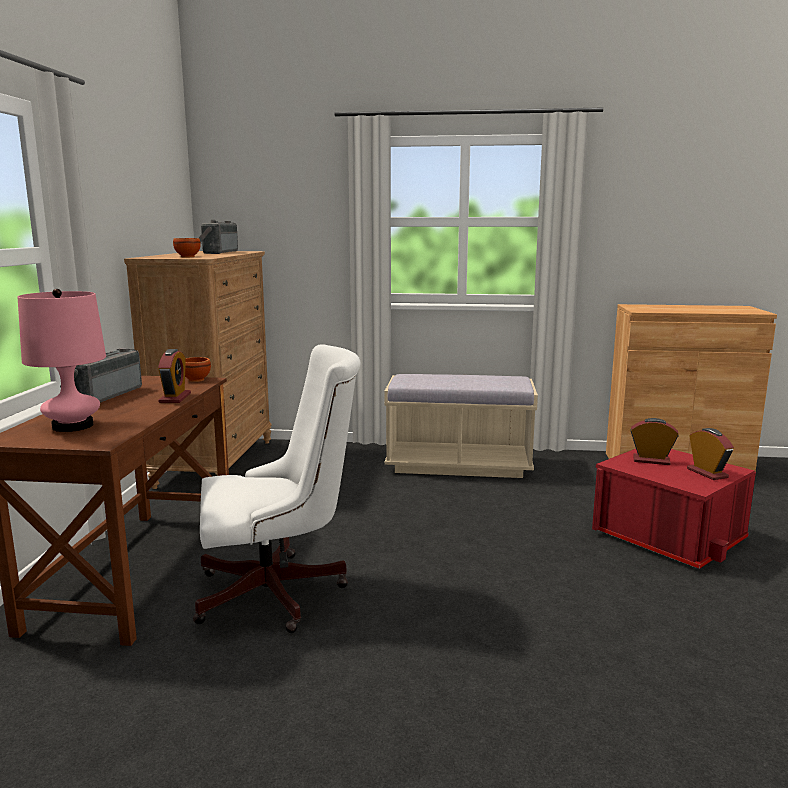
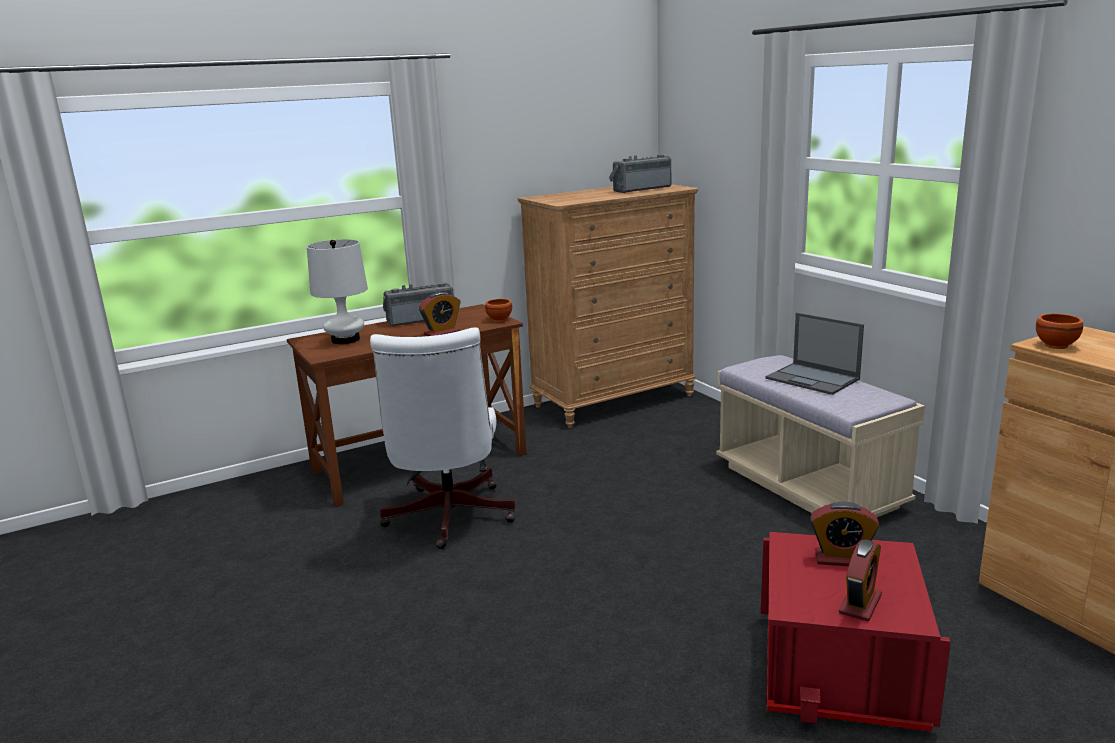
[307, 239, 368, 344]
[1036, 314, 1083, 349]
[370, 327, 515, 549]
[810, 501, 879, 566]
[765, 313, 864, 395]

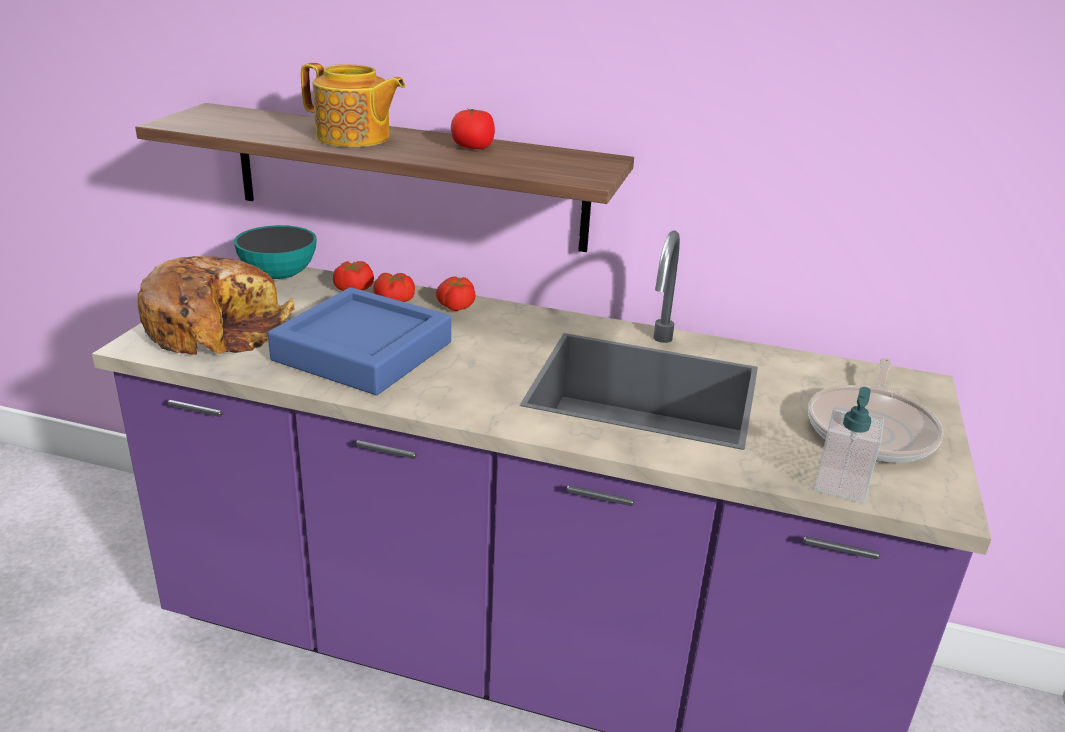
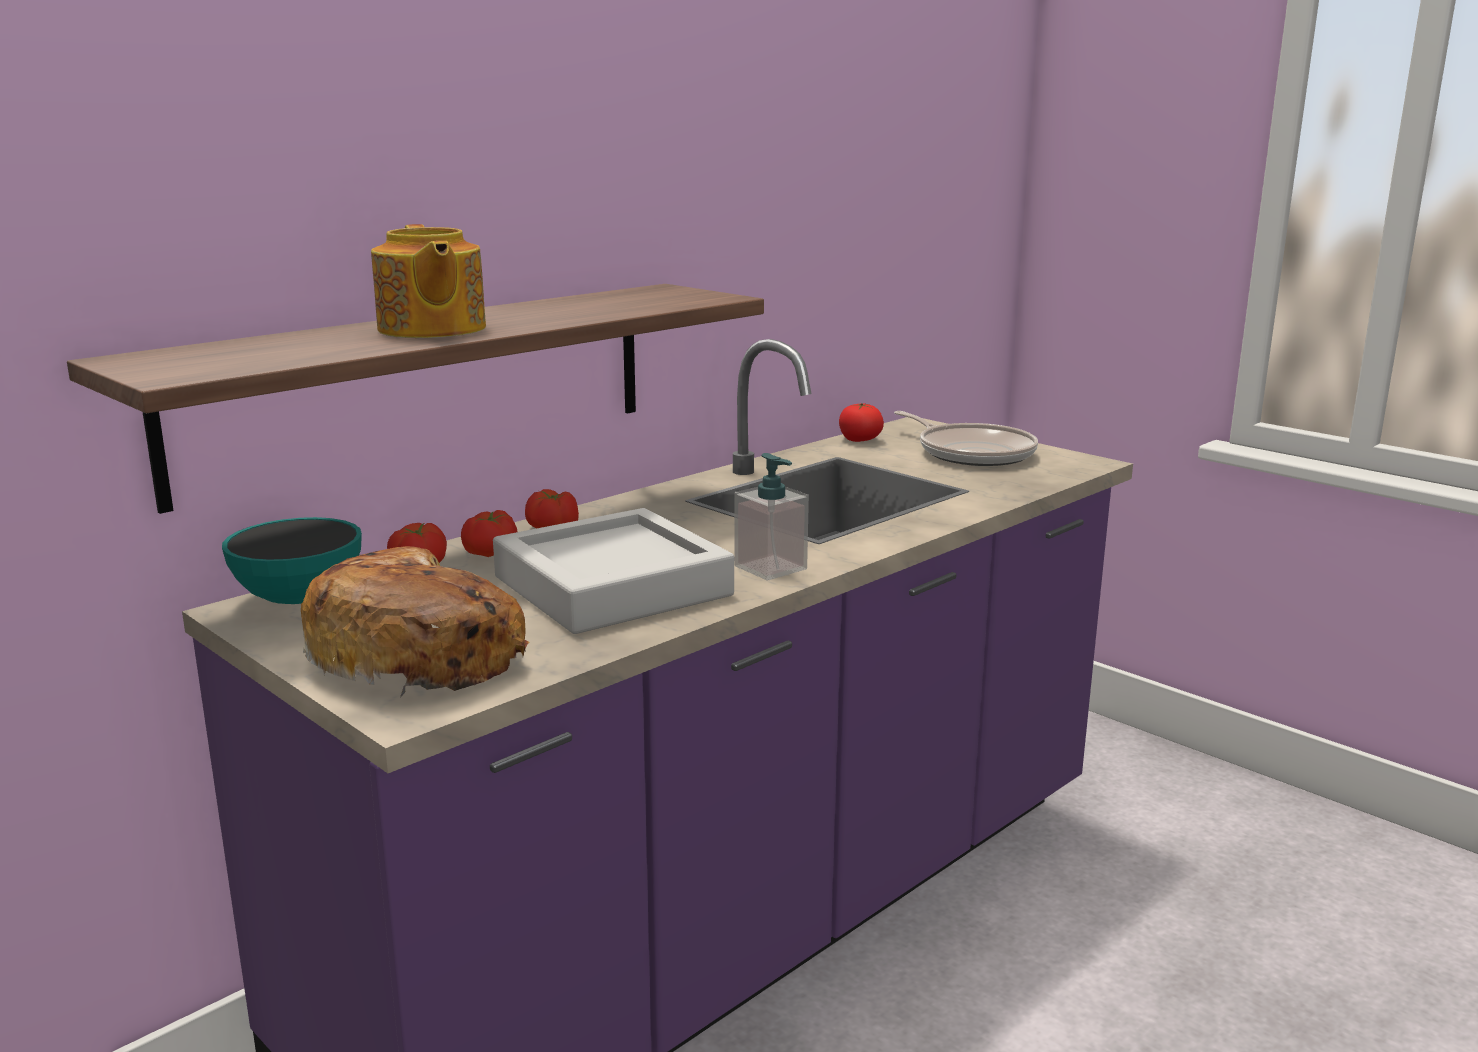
[493, 508, 734, 634]
[371, 224, 486, 338]
[839, 403, 884, 442]
[734, 453, 809, 581]

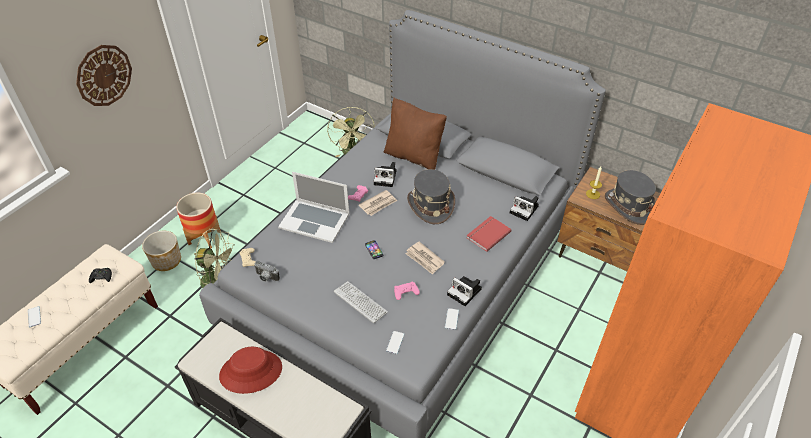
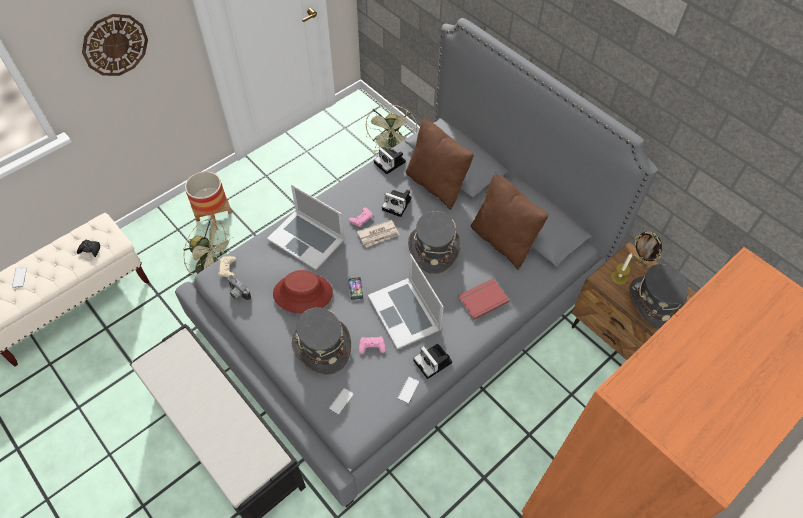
[142, 231, 181, 271] (first image)
[273, 270, 333, 313]
[292, 308, 351, 375]
[368, 254, 444, 349]
[374, 148, 406, 174]
[471, 172, 549, 270]
[633, 231, 662, 267]

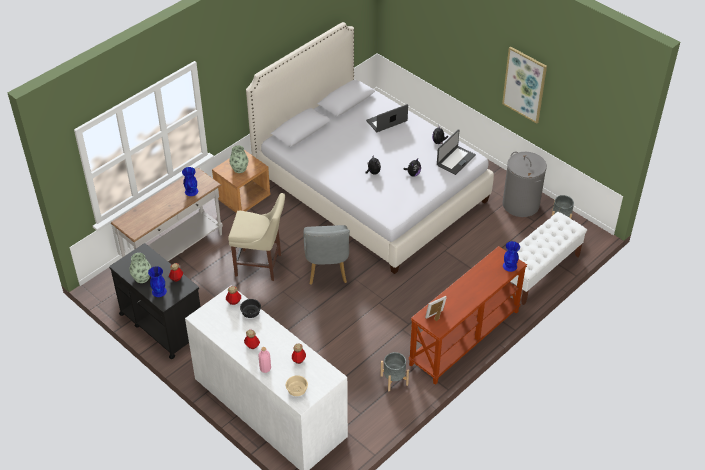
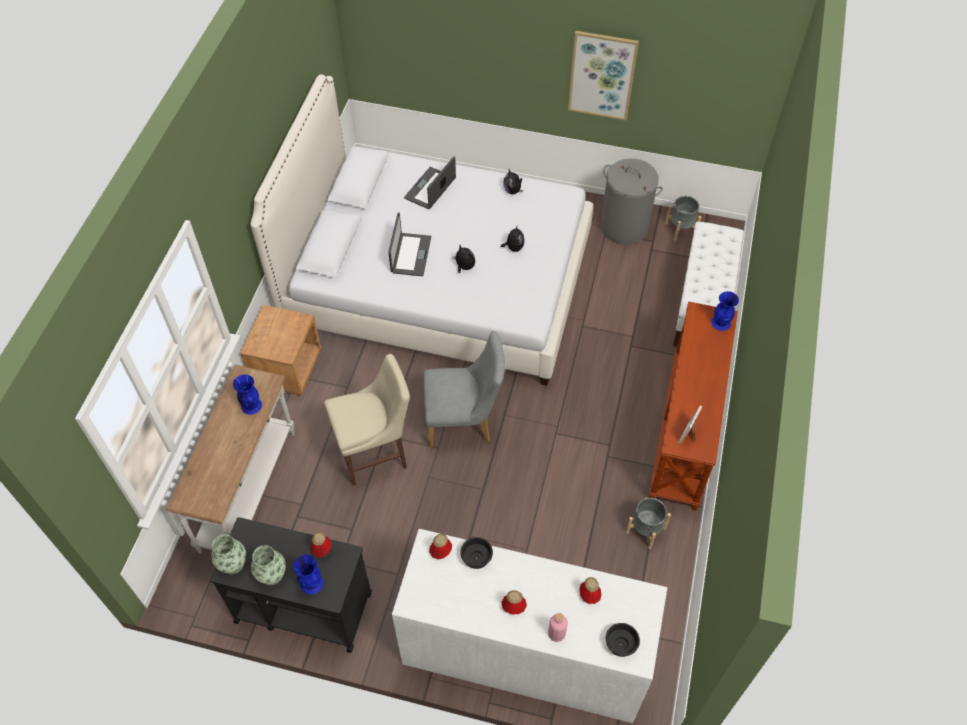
[211, 534, 246, 574]
[606, 623, 640, 657]
[423, 331, 505, 447]
[388, 212, 431, 276]

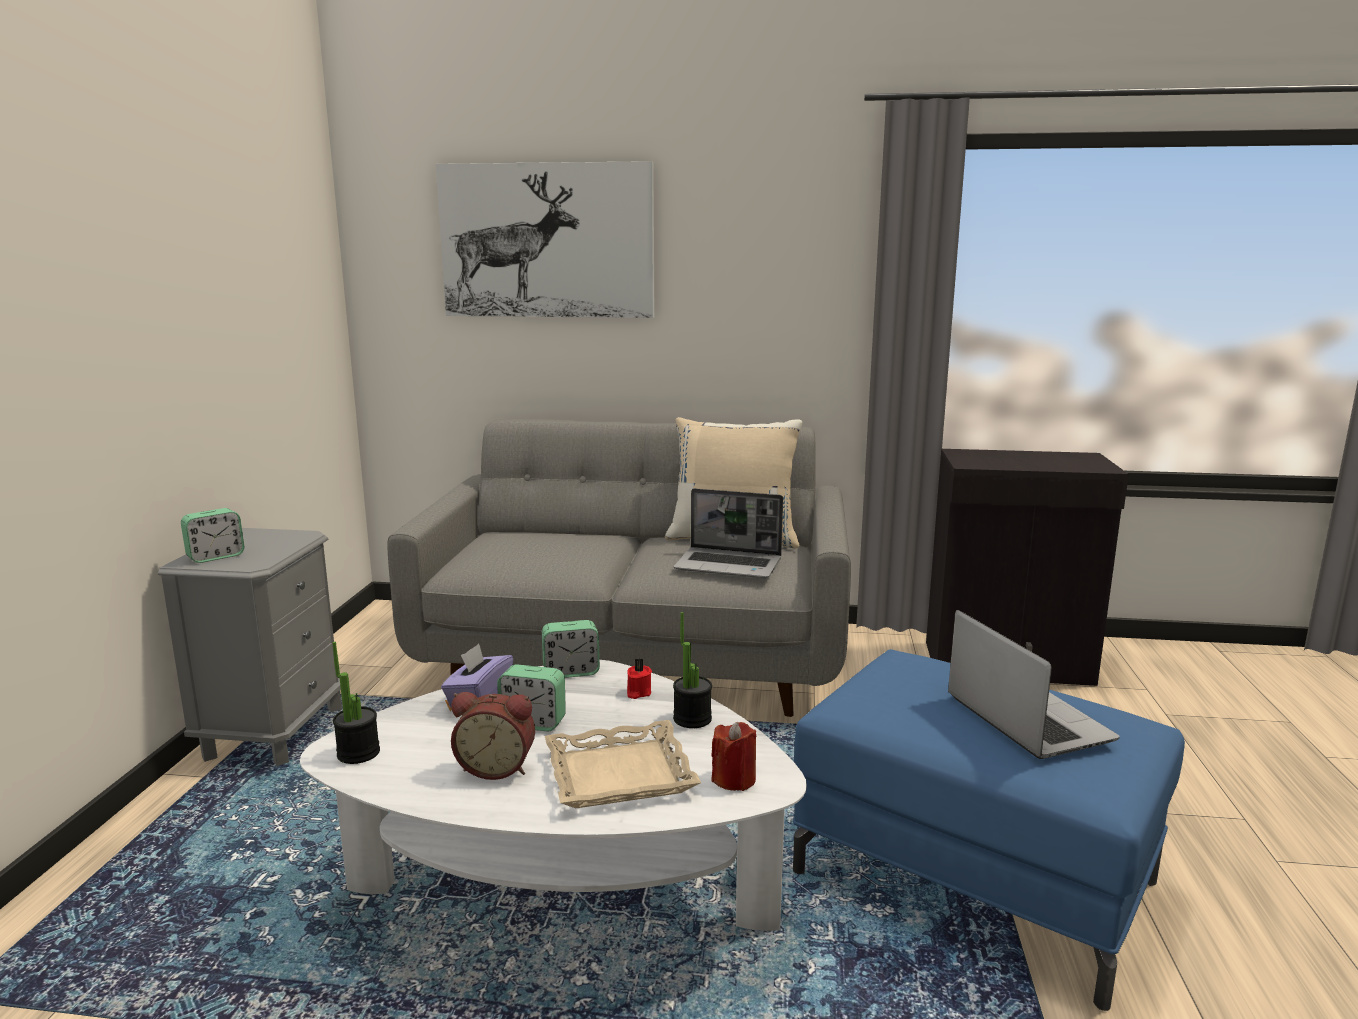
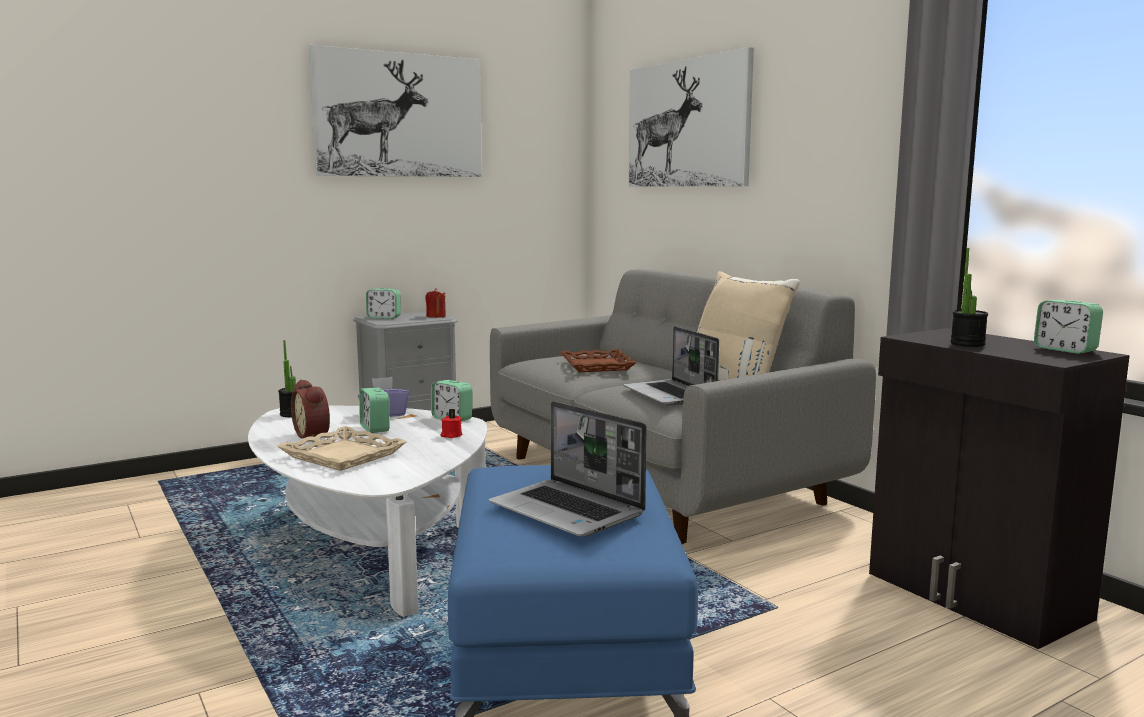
[950, 248, 988, 347]
[425, 288, 446, 318]
[489, 401, 647, 537]
[309, 45, 482, 177]
[560, 349, 637, 372]
[1034, 300, 1103, 354]

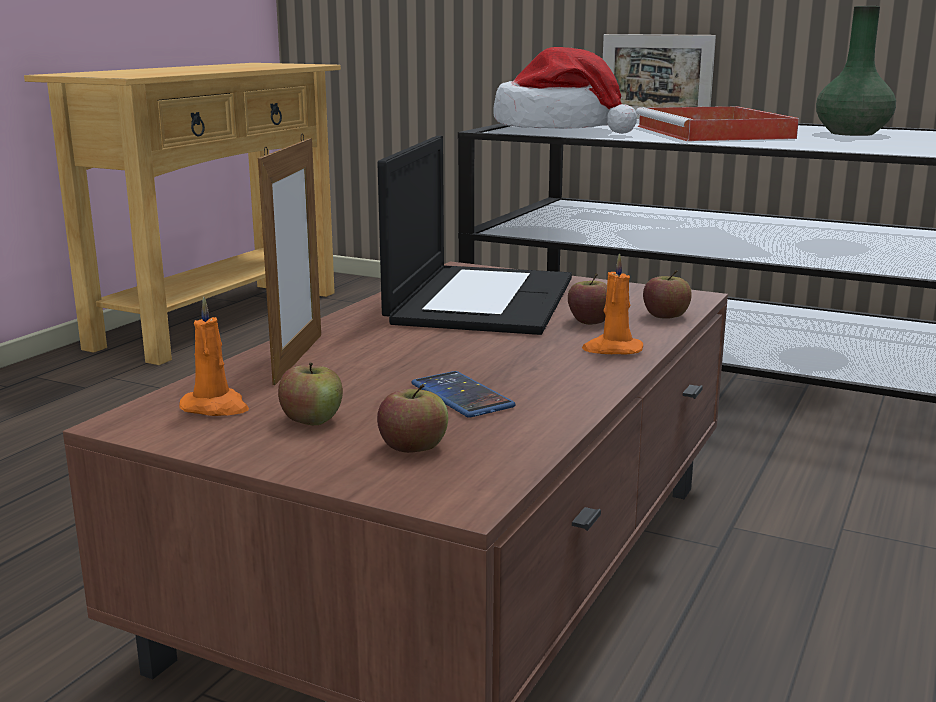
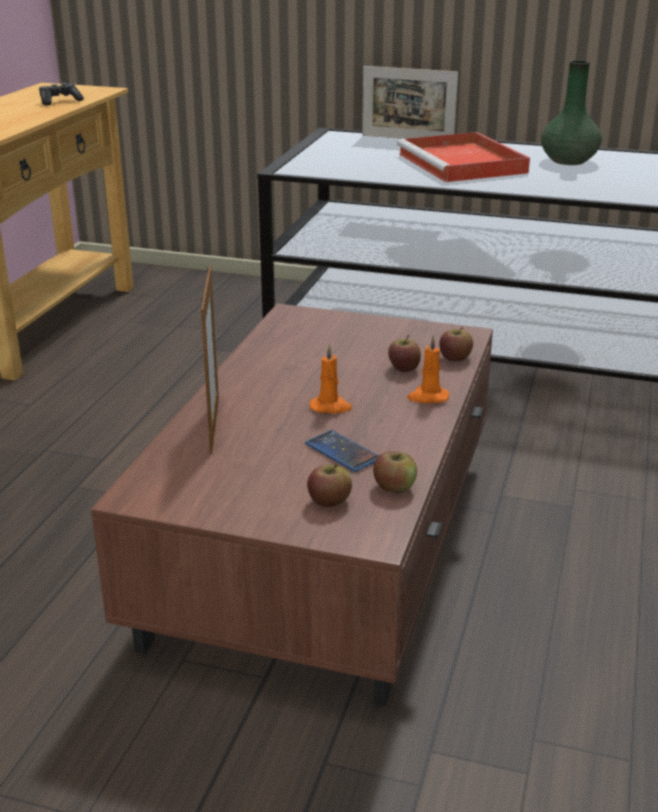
[310, 344, 352, 414]
[373, 451, 417, 493]
[377, 136, 572, 335] (first image)
[493, 47, 637, 134] (first image)
[39, 83, 84, 105]

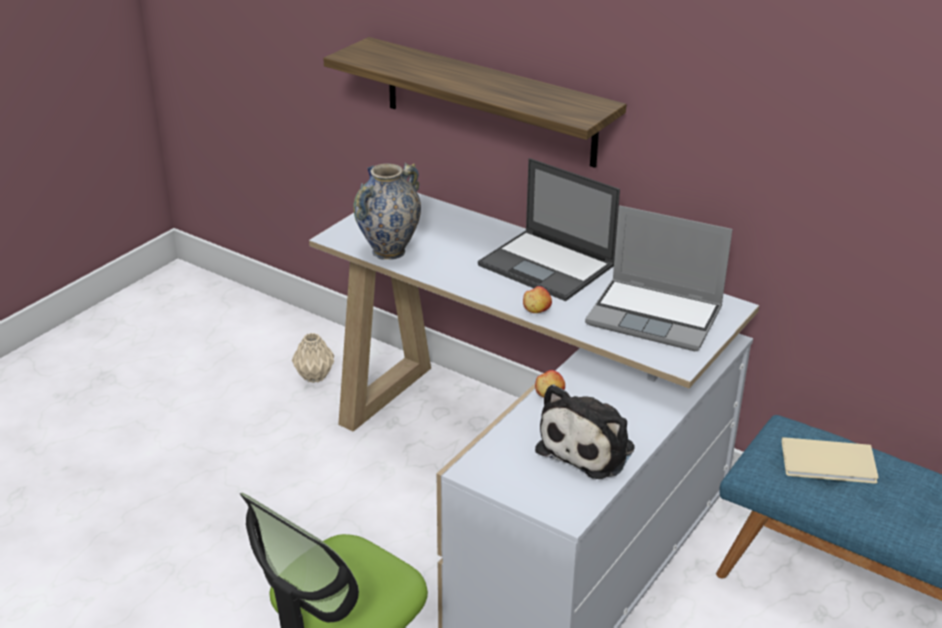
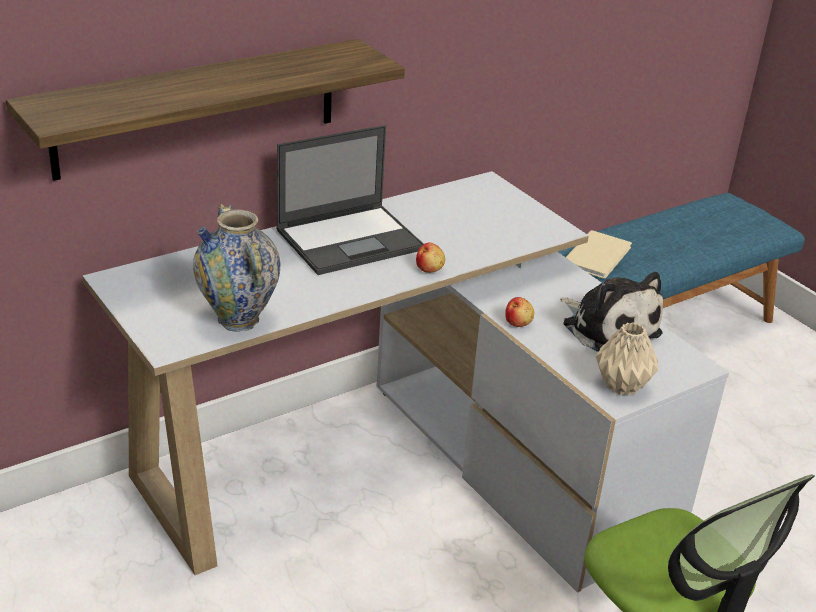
[596, 322, 658, 396]
[585, 205, 733, 351] (first image)

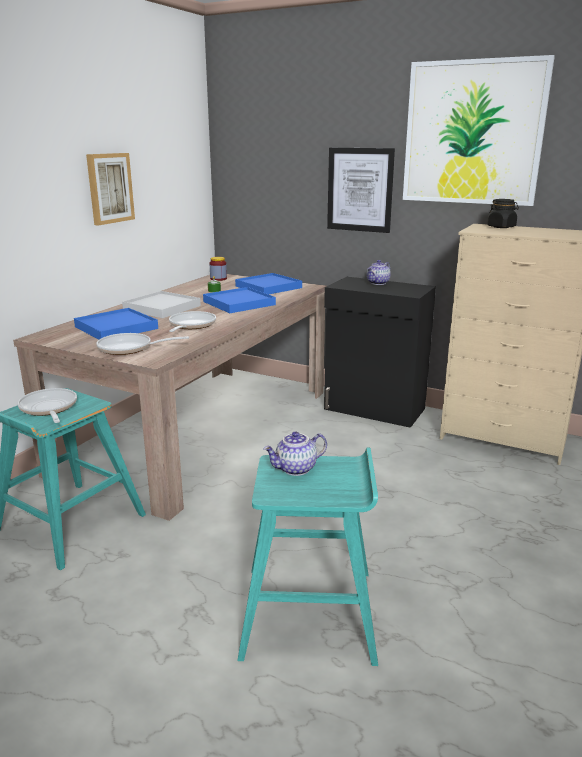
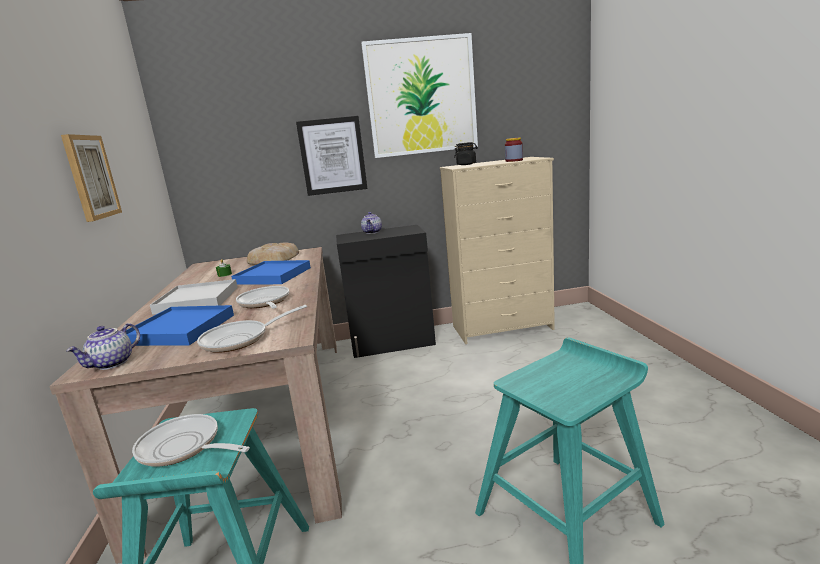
[505, 138, 523, 162]
[247, 243, 299, 265]
[66, 323, 140, 370]

